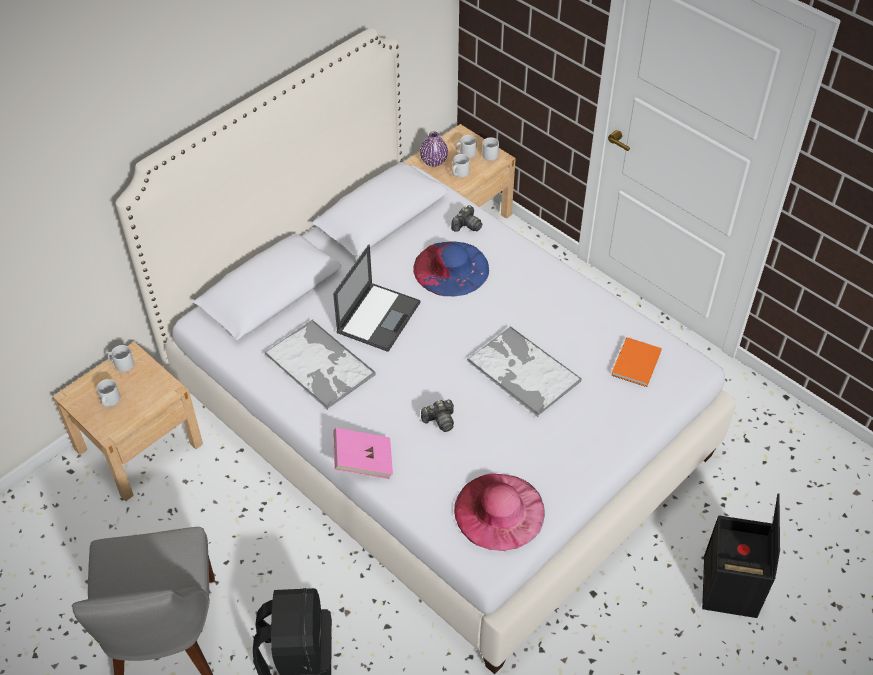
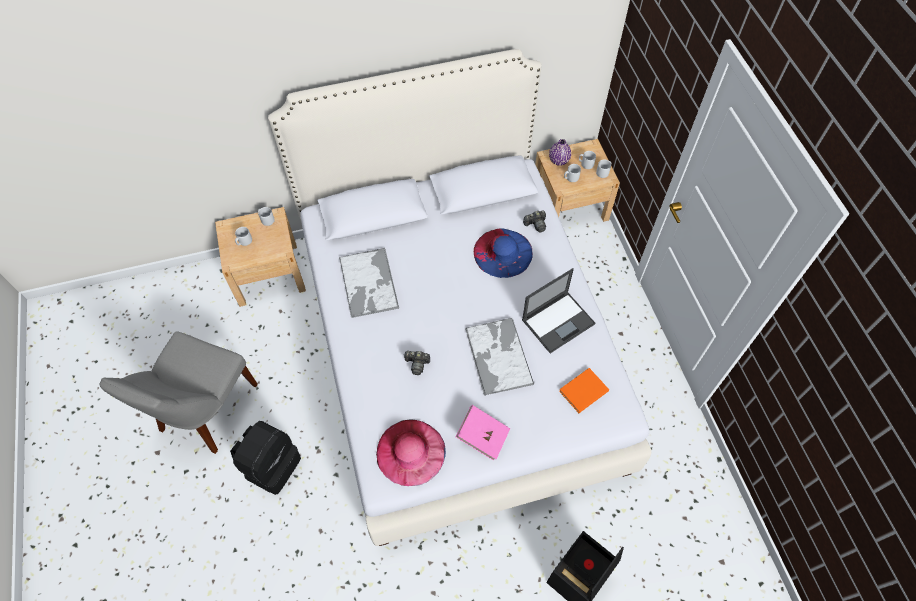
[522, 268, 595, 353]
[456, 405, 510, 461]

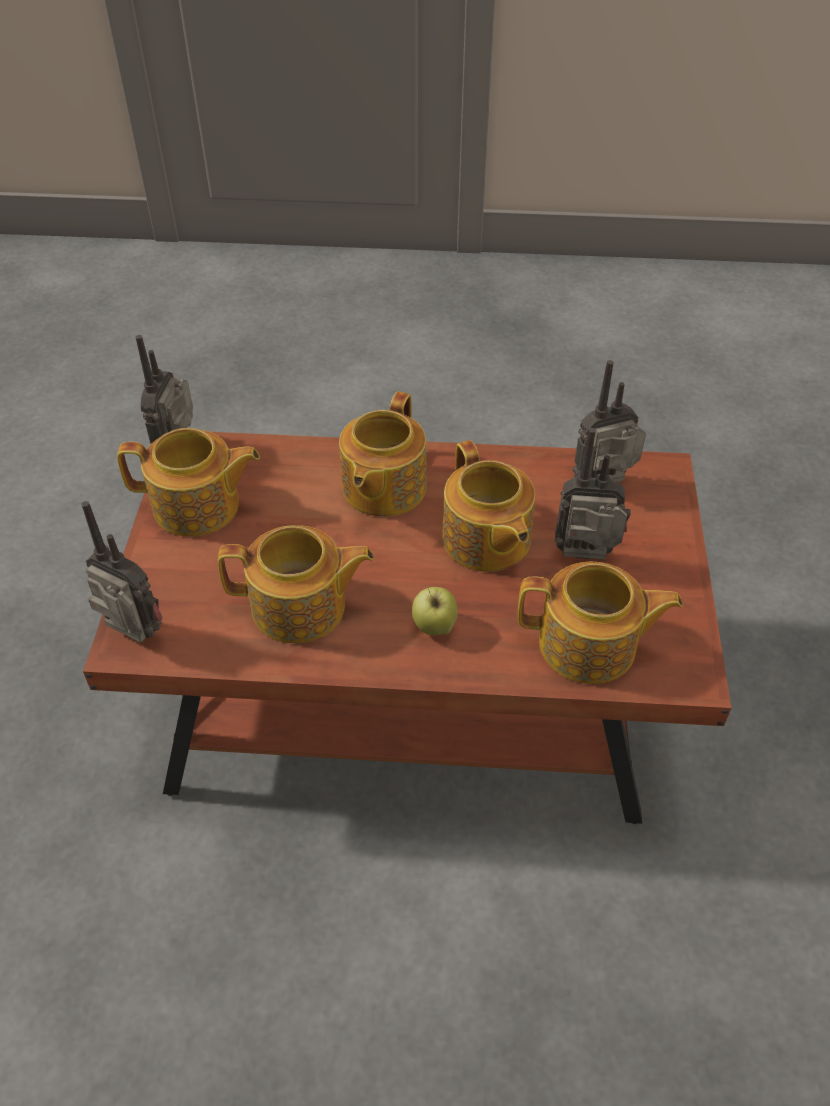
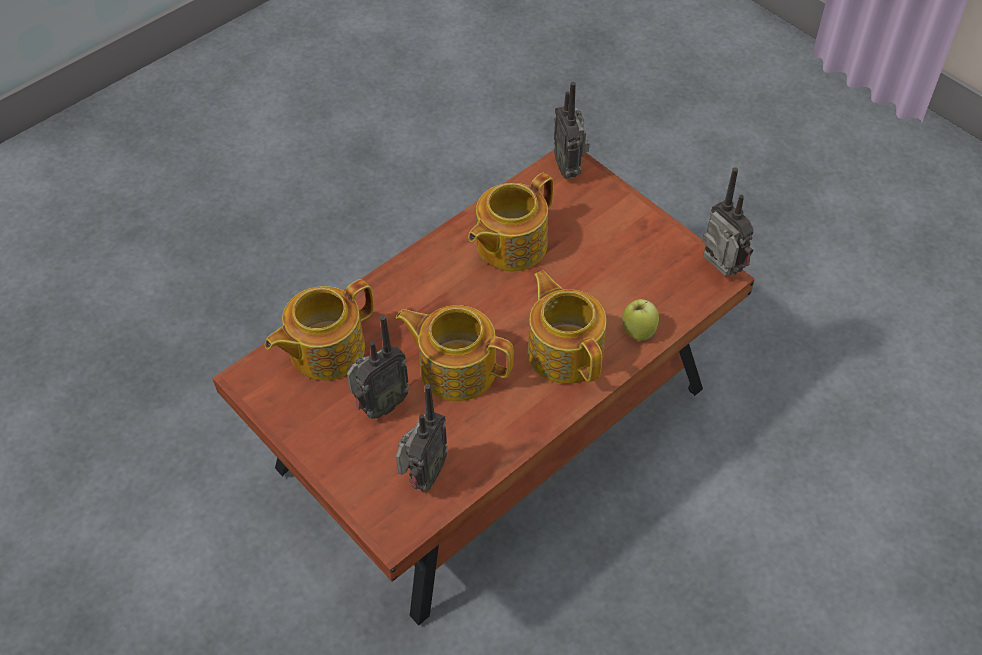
[554, 82, 589, 179]
[117, 428, 260, 536] (first image)
[622, 299, 659, 341]

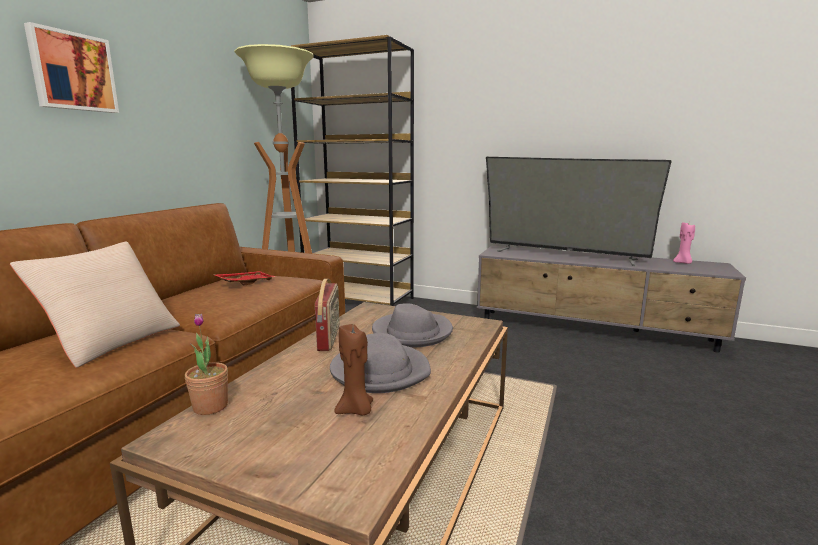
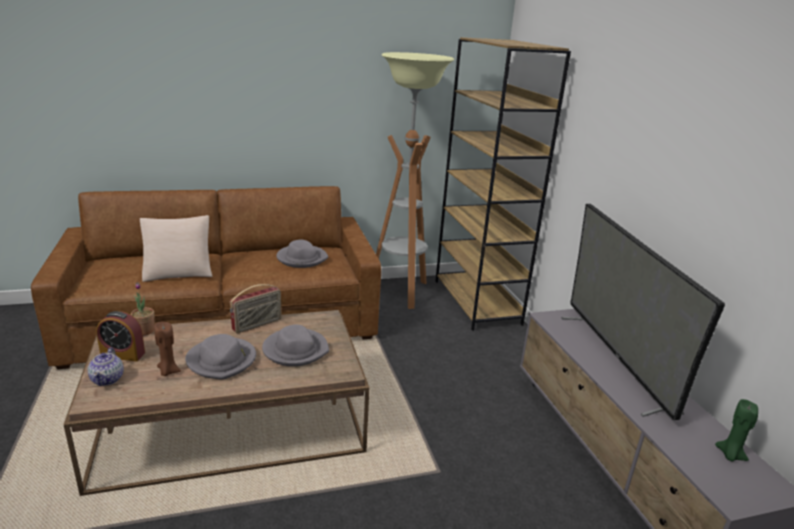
[24, 22, 119, 113] (first image)
[276, 240, 328, 268]
[715, 399, 758, 461]
[88, 347, 124, 386]
[96, 311, 145, 361]

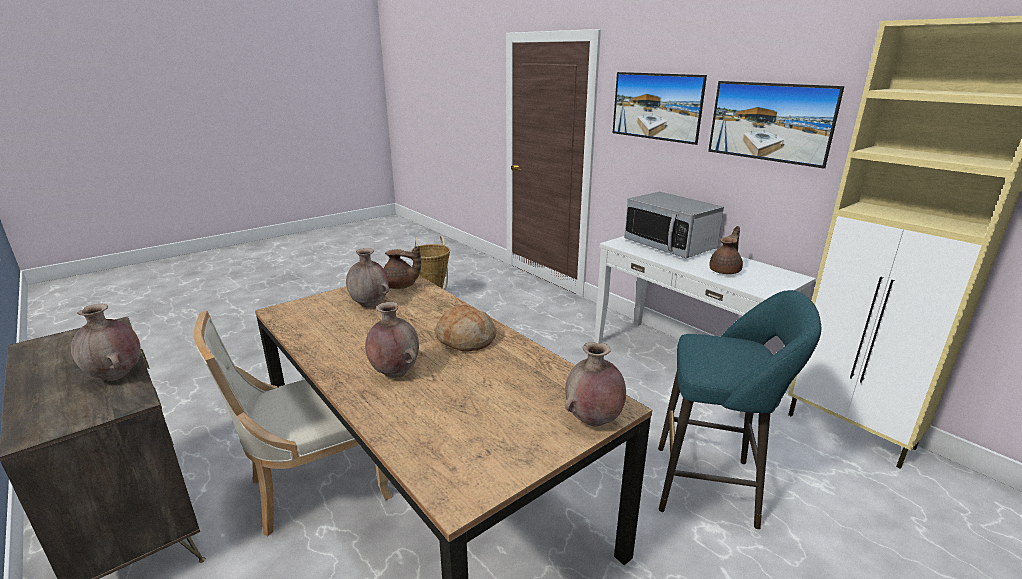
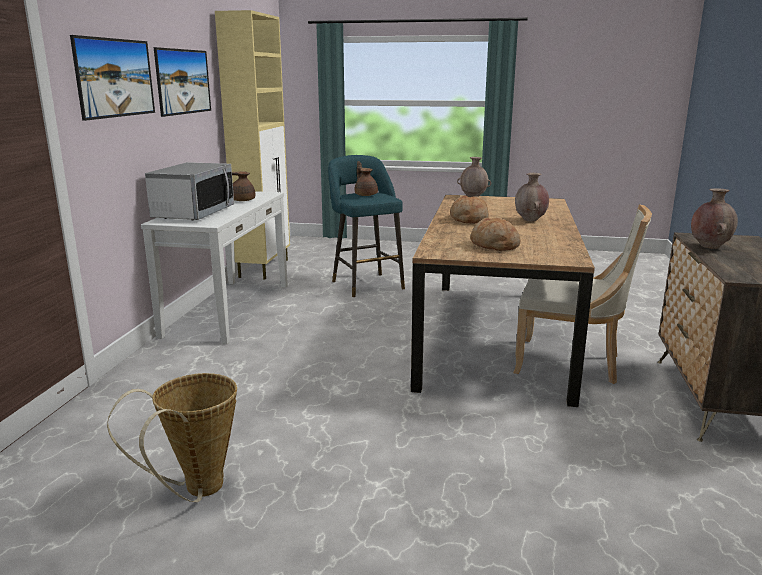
[470, 217, 520, 251]
[355, 161, 378, 196]

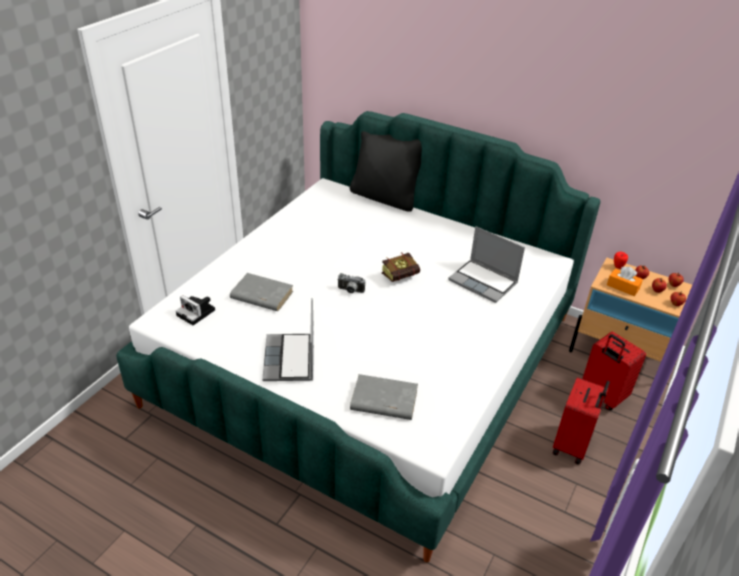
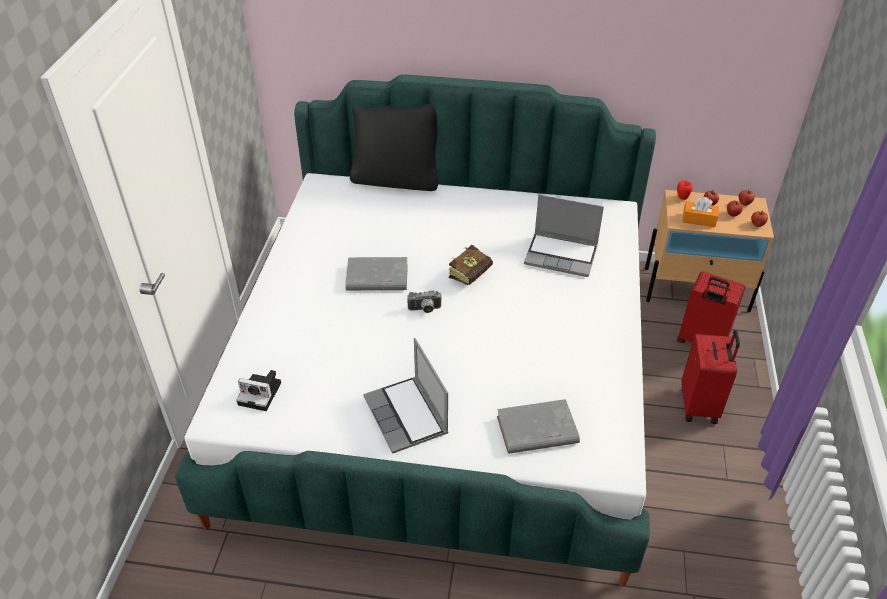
[345, 257, 408, 290]

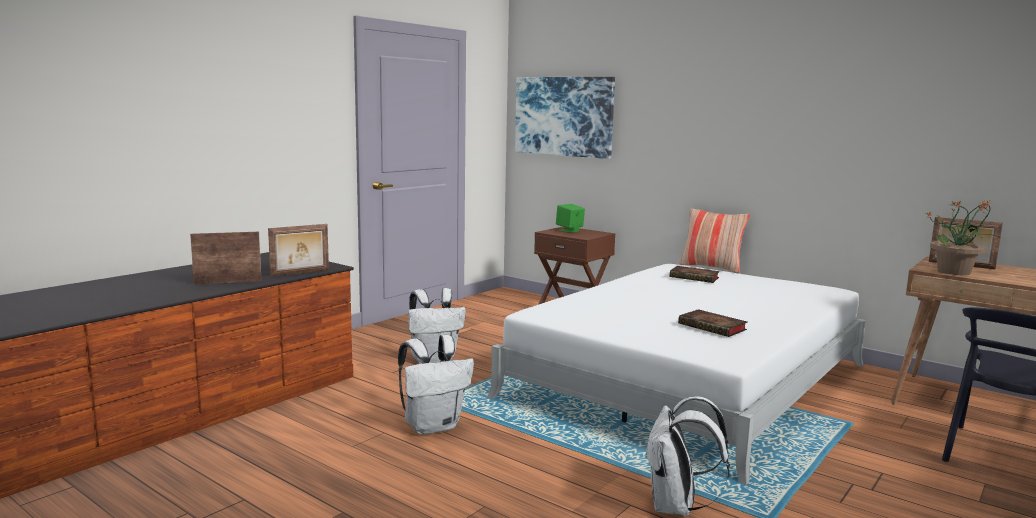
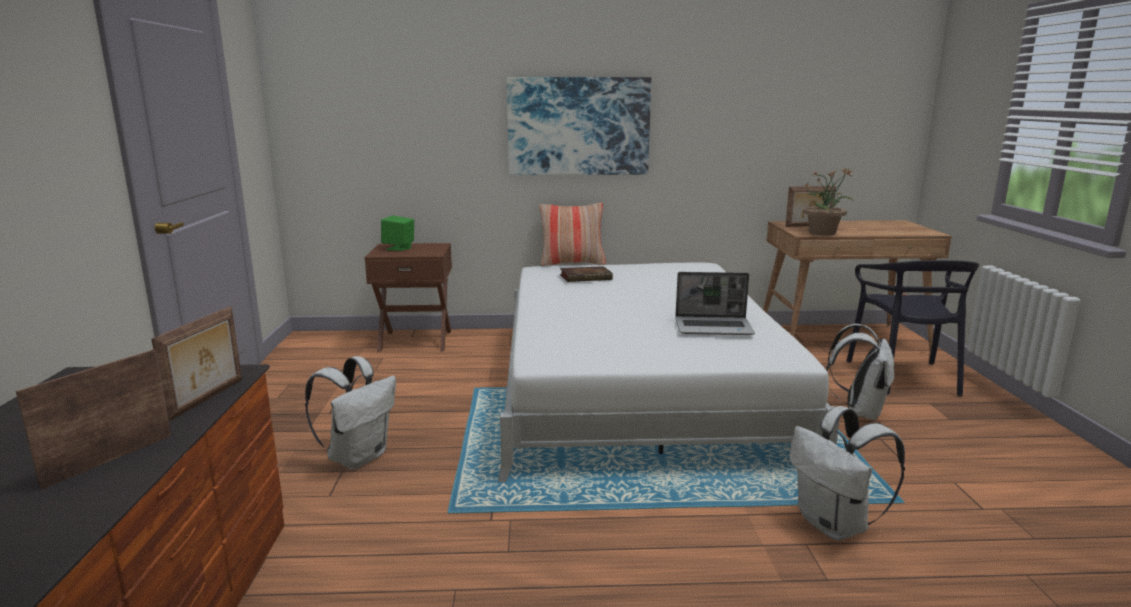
[826, 324, 895, 421]
[507, 77, 651, 175]
[675, 272, 755, 335]

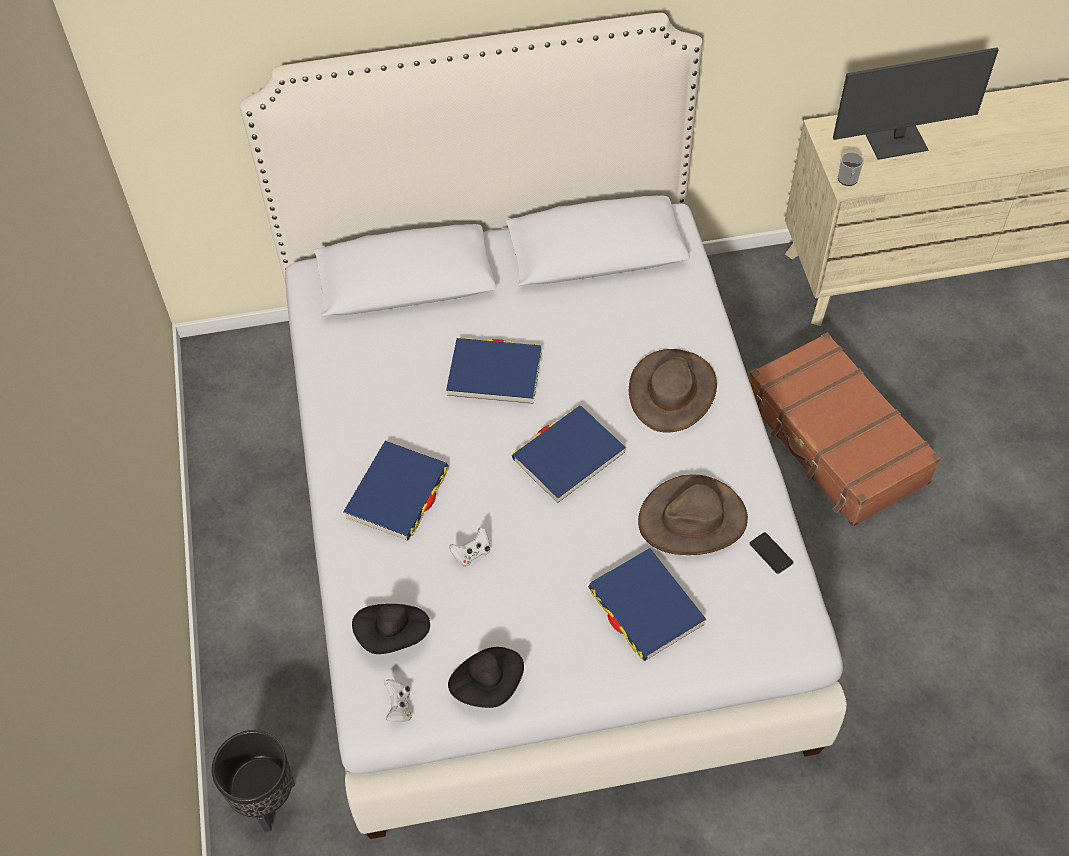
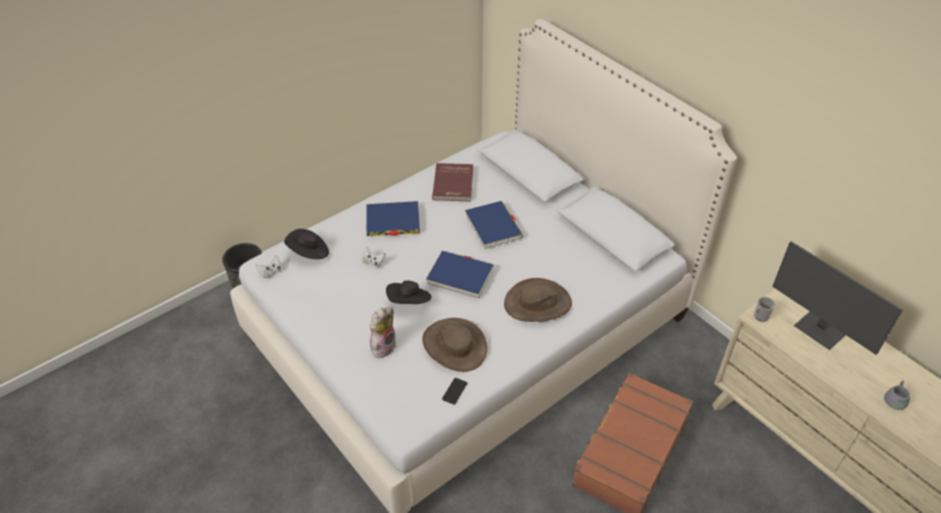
[386, 280, 431, 304]
[370, 306, 397, 358]
[432, 163, 473, 202]
[884, 381, 914, 410]

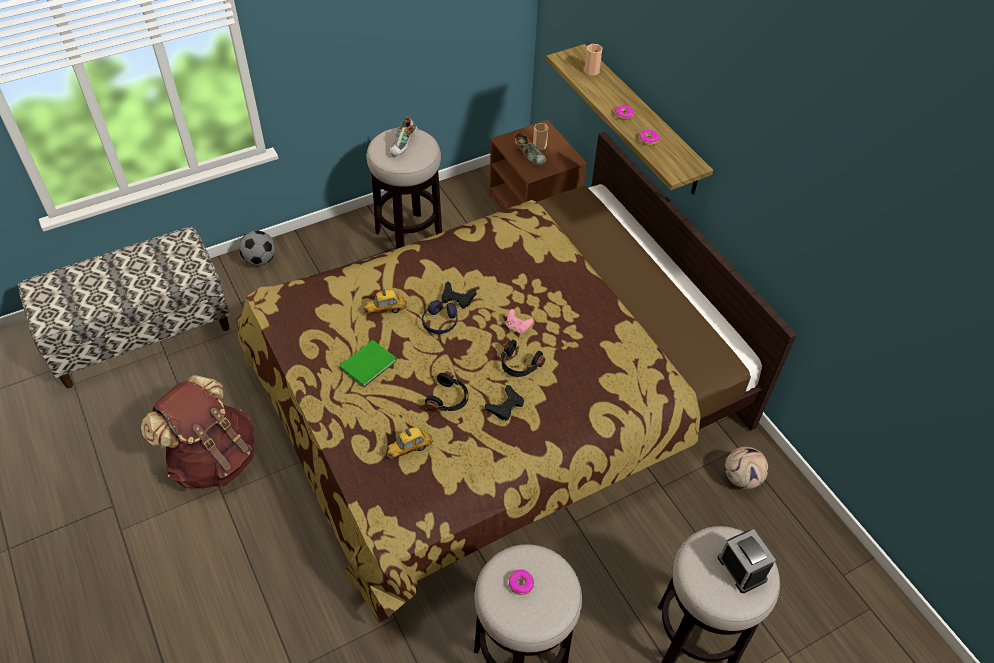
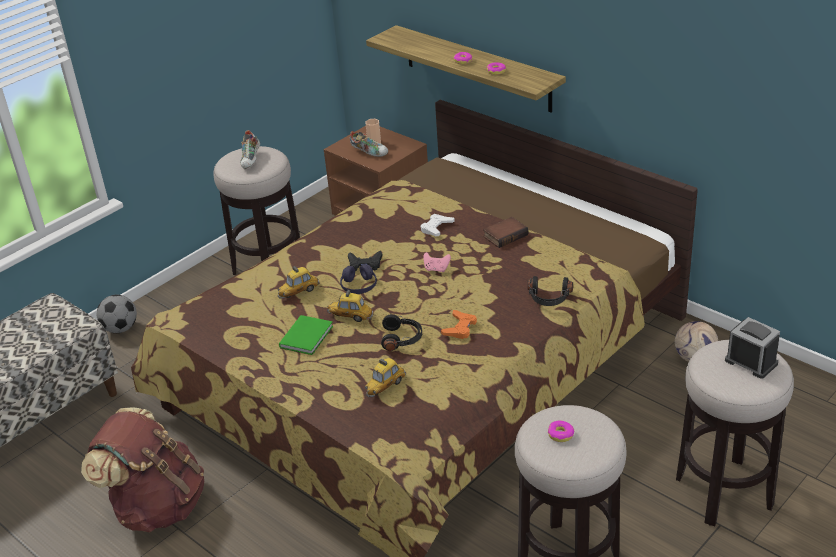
[441, 310, 477, 339]
[528, 276, 573, 306]
[584, 44, 602, 76] (first image)
[327, 290, 373, 322]
[421, 214, 455, 236]
[483, 217, 528, 248]

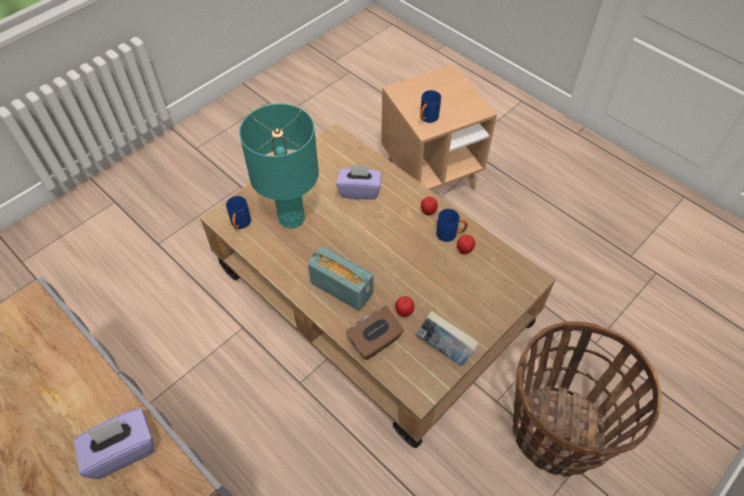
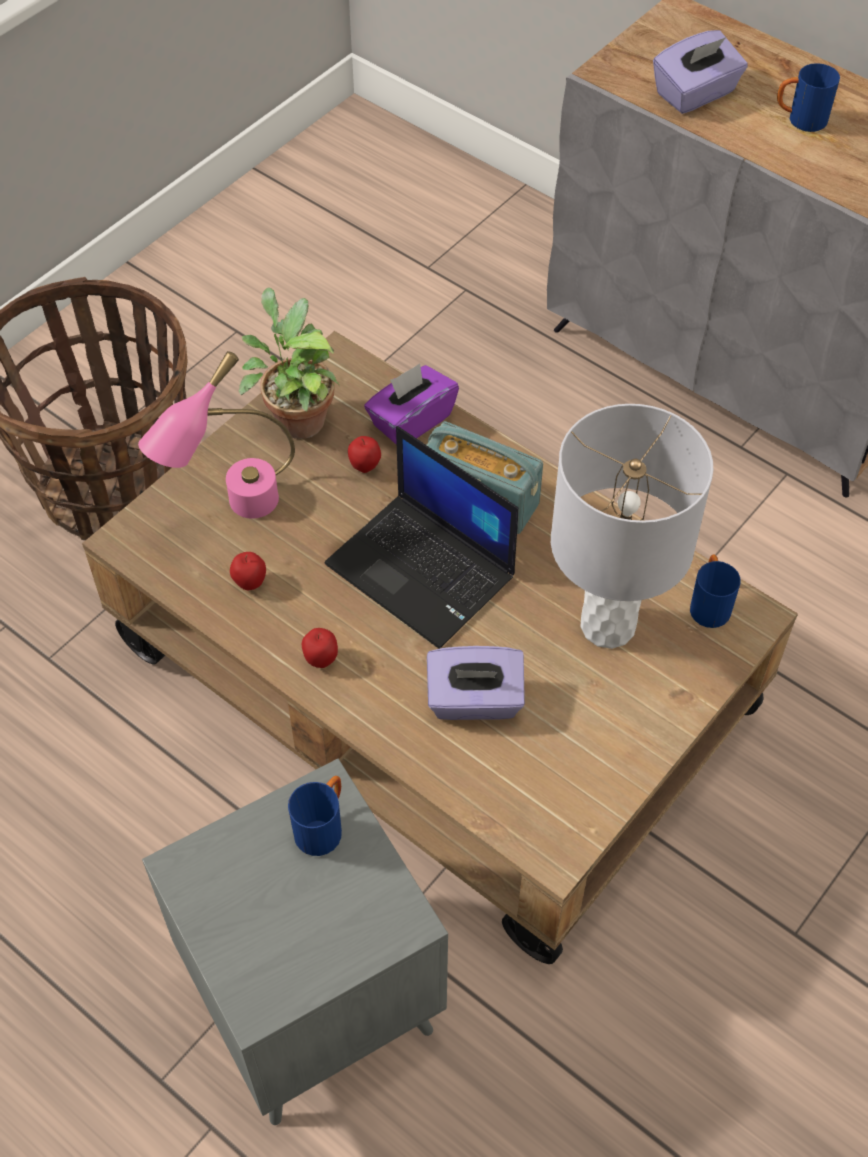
[551, 404, 713, 649]
[364, 363, 459, 445]
[142, 759, 448, 1125]
[239, 287, 340, 439]
[777, 63, 840, 132]
[138, 351, 295, 519]
[324, 426, 518, 649]

